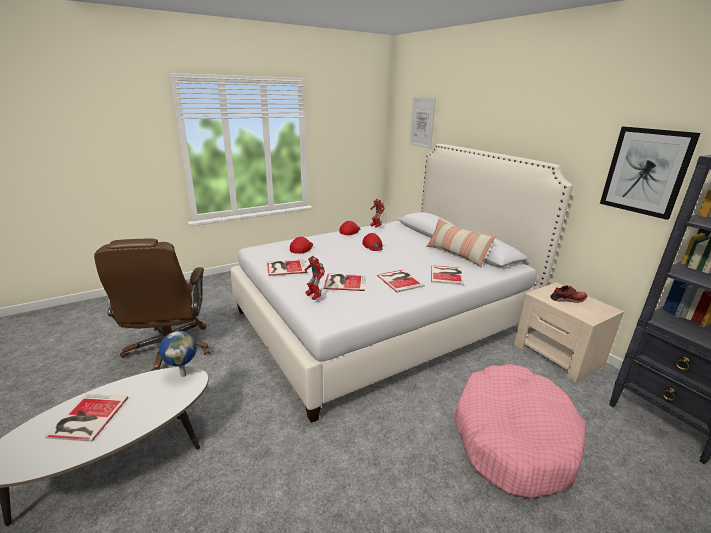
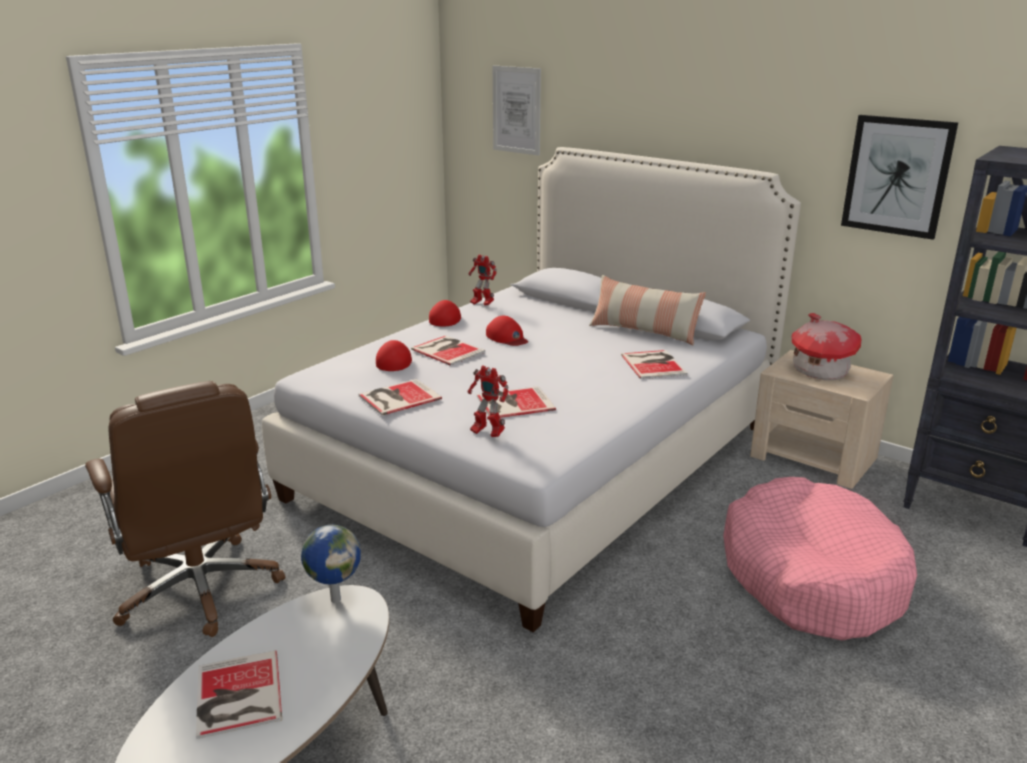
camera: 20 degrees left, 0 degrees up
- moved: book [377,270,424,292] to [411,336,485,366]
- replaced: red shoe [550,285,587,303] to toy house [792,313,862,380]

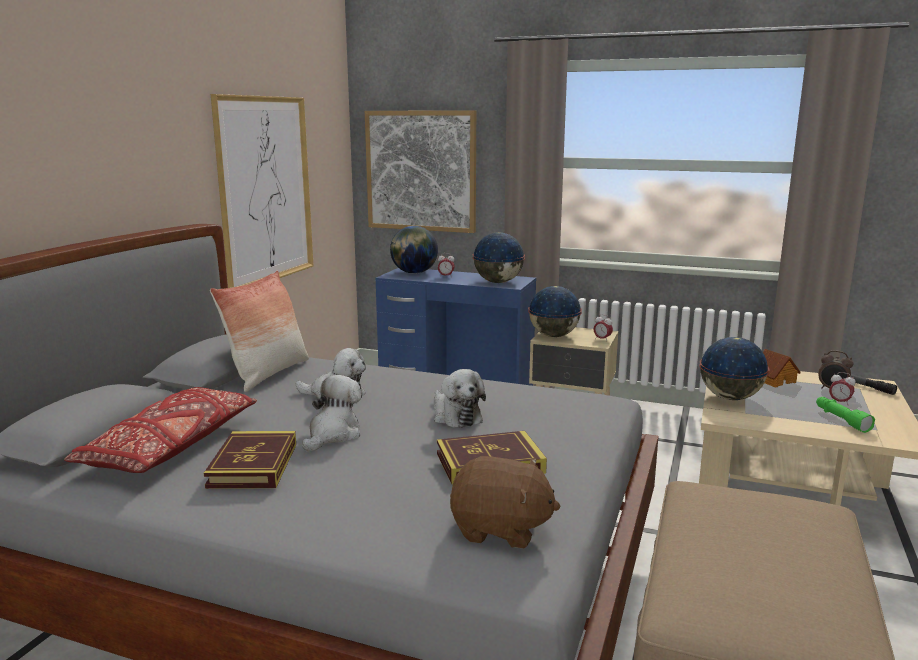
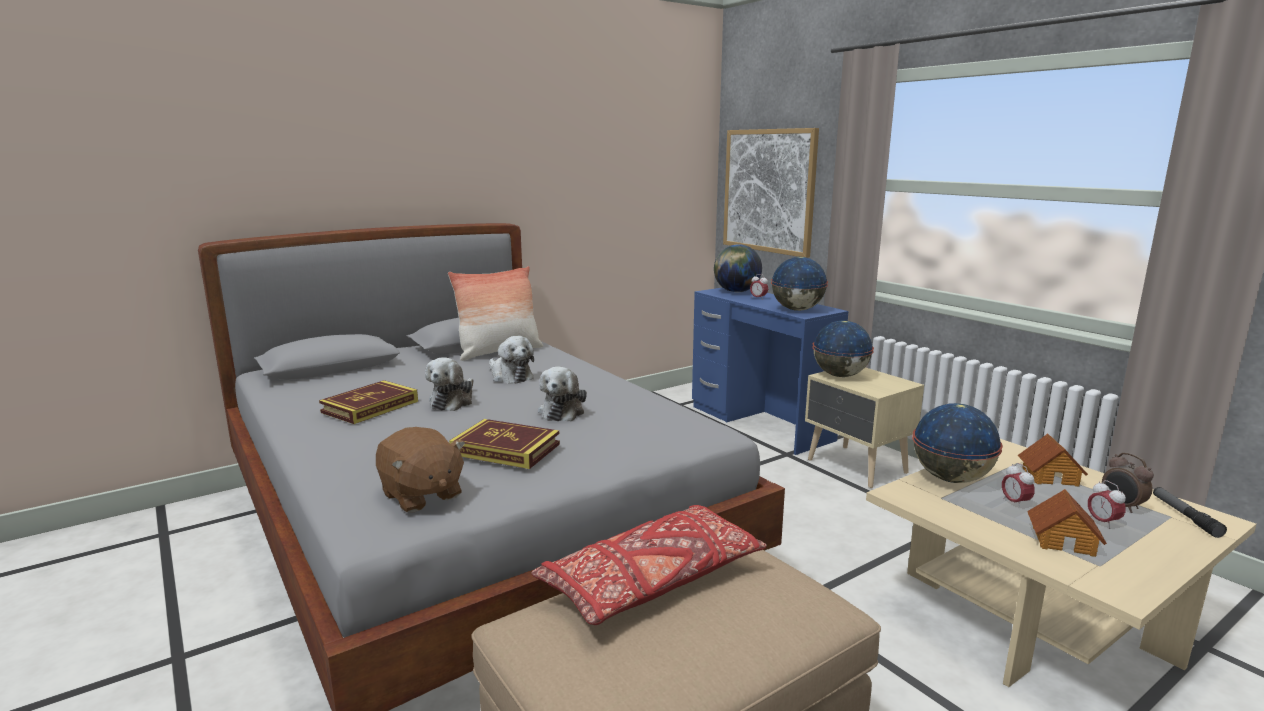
camera: 35 degrees right, 0 degrees up
- removed: picture [211,94,314,288]
- moved: red pillow [64,387,257,473] to [531,505,767,625]
- moved: alarm clock [594,314,613,341] to [1002,463,1035,509]
- replaced: green flashlight [816,397,875,433] to toy house [1027,489,1107,557]
- turned: plush toy [302,375,361,452] = [425,357,474,411] 135 degrees clockwise

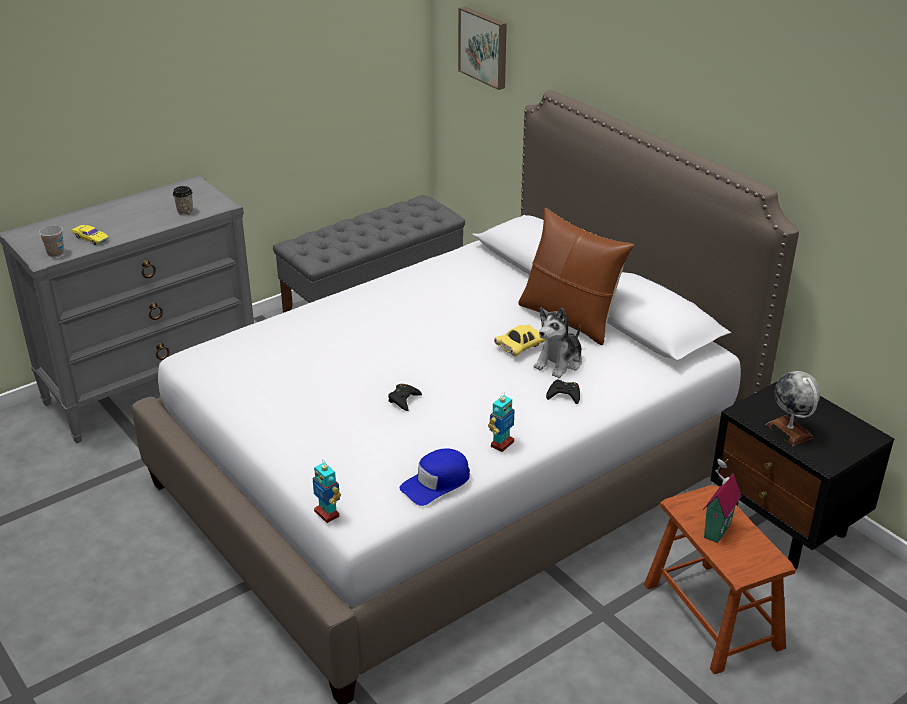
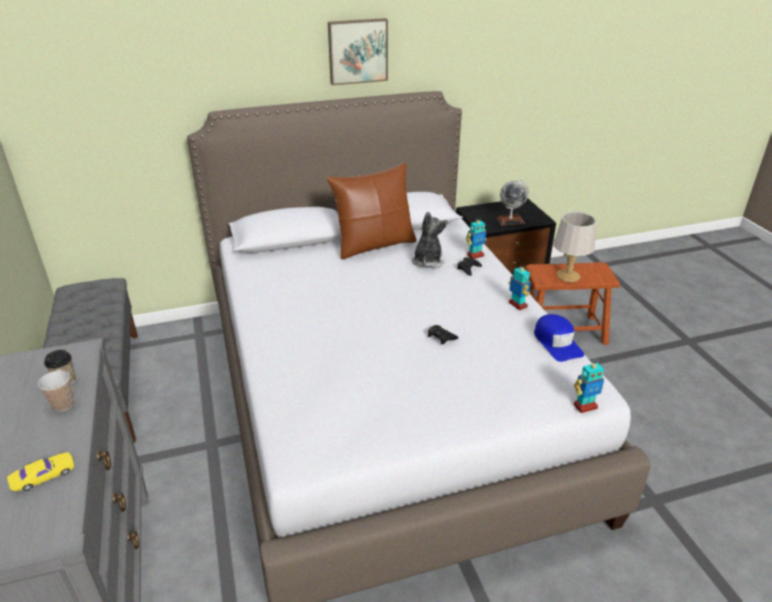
camera: 70 degrees left, 0 degrees up
- removed: yellow toy car [494,324,545,356]
- added: toy robot [466,217,487,259]
- moved: cup [39,225,64,257] to [38,370,74,411]
- moved: picture [458,6,507,90] to [328,18,388,85]
- replaced: toy house [703,459,741,543] to grey table lamp [553,212,596,282]
- turned: plush toy [534,308,582,378] = [412,212,448,268] 135 degrees counterclockwise

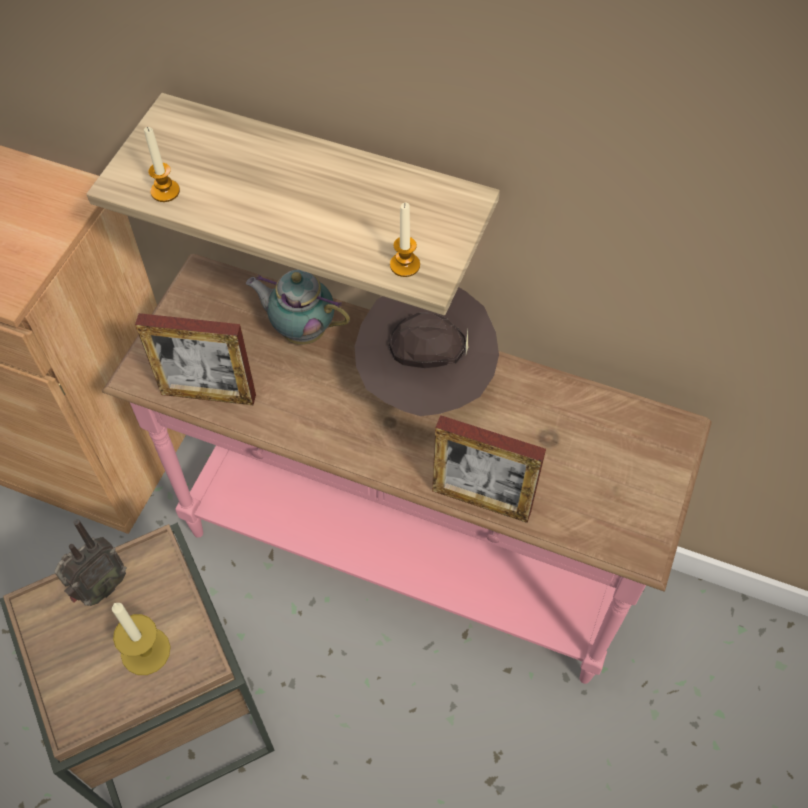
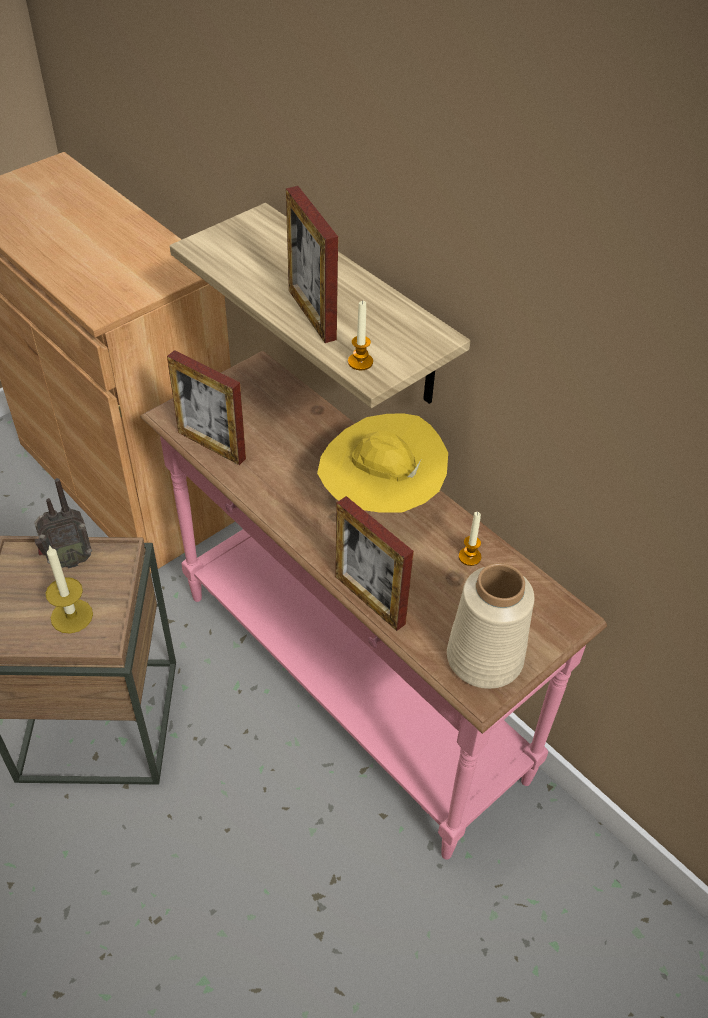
camera: 25 degrees right, 10 degrees down
- removed: teapot [246,270,350,345]
- added: picture frame [286,186,338,343]
- added: beige vase [447,563,534,689]
- moved: candle [144,127,180,202] to [459,512,481,566]
- recoloured: brown hat [354,287,499,416] to yellow hat [317,414,448,513]

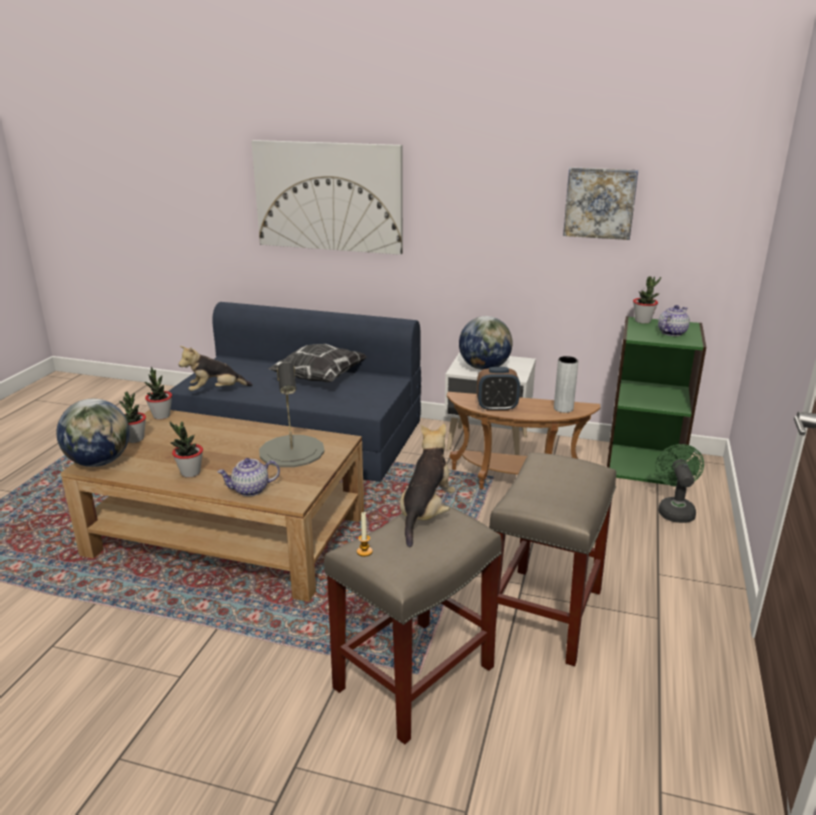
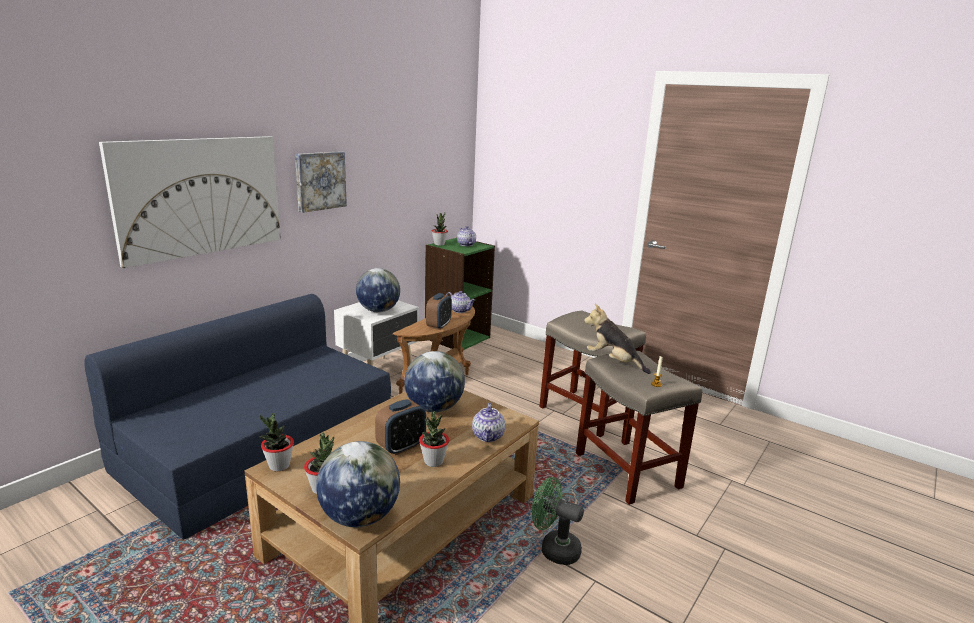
camera: 70 degrees left, 5 degrees down
- removed: plush toy [178,346,253,391]
- removed: pillow [268,344,367,382]
- added: alarm clock [375,399,426,455]
- moved: picture [563,167,638,240] to [295,151,347,213]
- moved: green fan [655,444,704,523] to [532,477,584,565]
- replaced: grey table lamp [259,362,325,467] to globe [404,351,465,413]
- replaced: grey vase [554,356,579,413] to teapot [446,291,475,313]

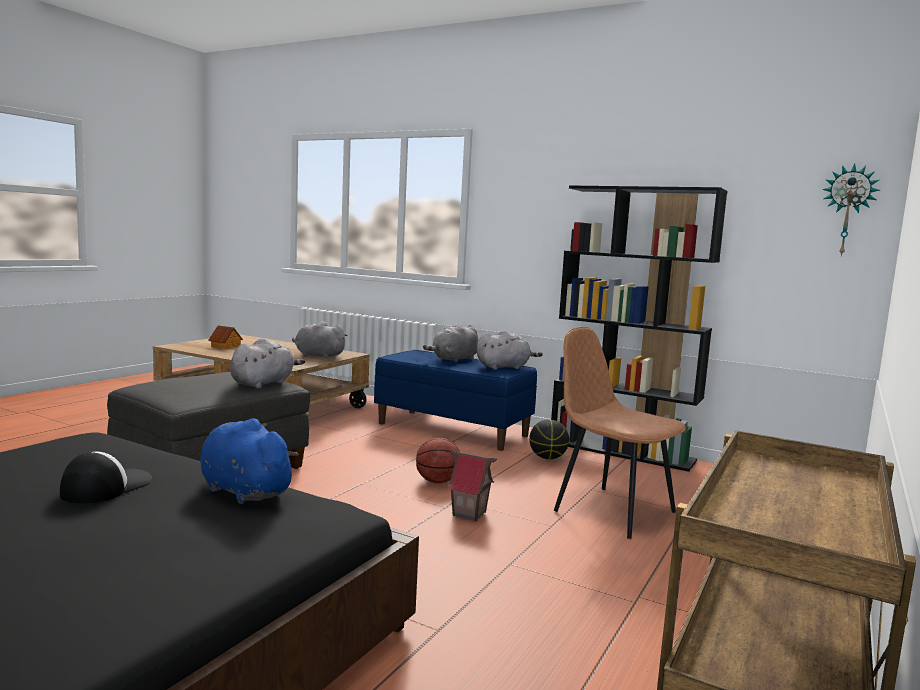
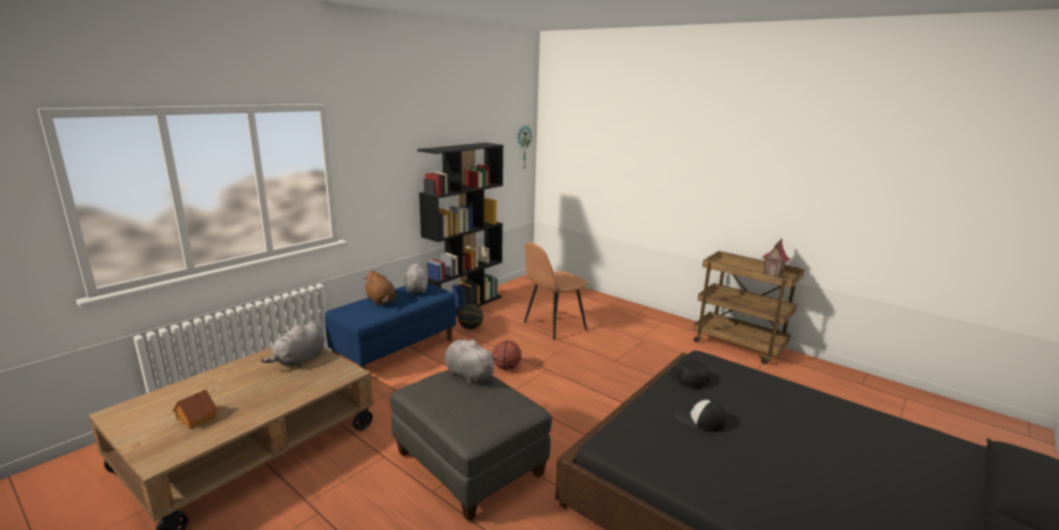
camera: 80 degrees left, 10 degrees up
- moved: toy house [447,449,497,521] to [762,238,790,277]
- replaced: blue plush toy [200,418,299,504] to black cap [669,360,709,389]
- recoloured: grey plush toy [423,323,479,362] to brown plush toy [364,270,396,305]

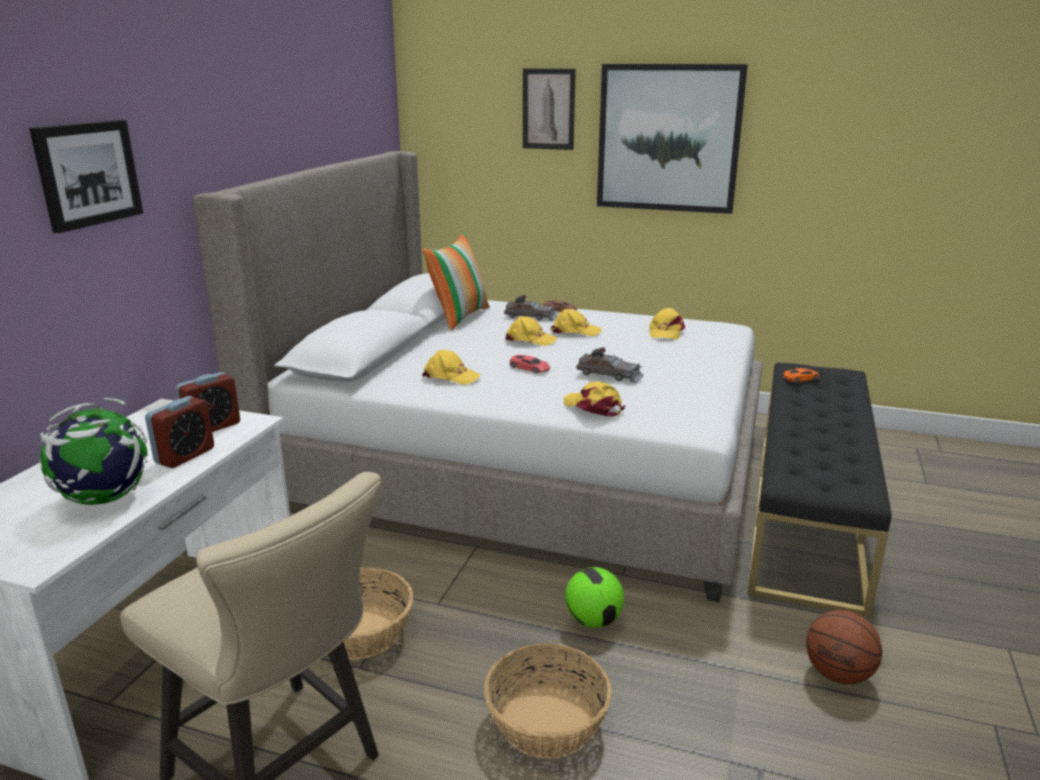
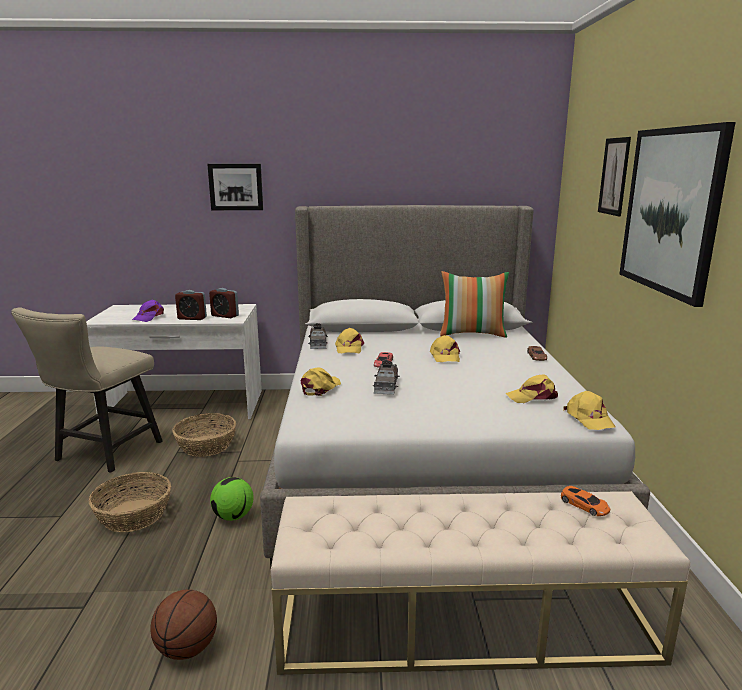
camera: 70 degrees right, 5 degrees down
- moved: grey toy car [504,295,558,321] to [308,323,328,349]
- moved: yellow cap [550,309,602,336] to [563,391,616,430]
- replaced: globe [40,398,148,505] to purple cap [132,300,164,322]
- recoloured: black bench [748,362,892,617] to beige bench [271,491,691,675]

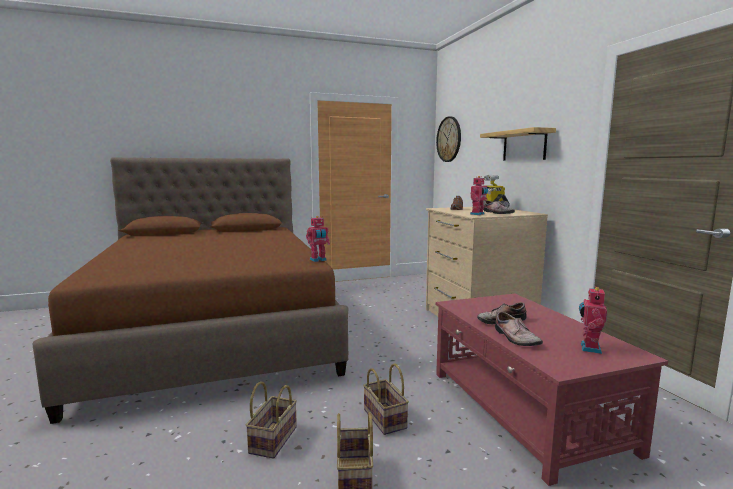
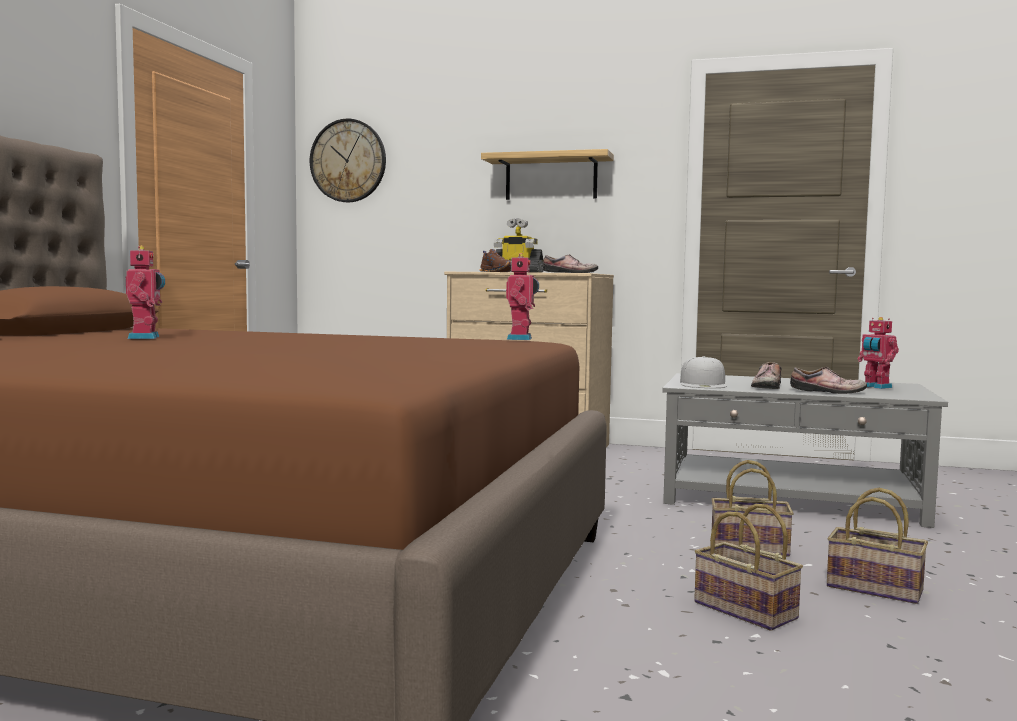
camera: 55 degrees left, 5 degrees down
- added: white cap [680,356,727,388]
- moved: toy robot [470,176,488,215] to [126,246,165,339]
- recoloured: red coffee table [436,294,668,486] to grey coffee table [662,373,948,528]

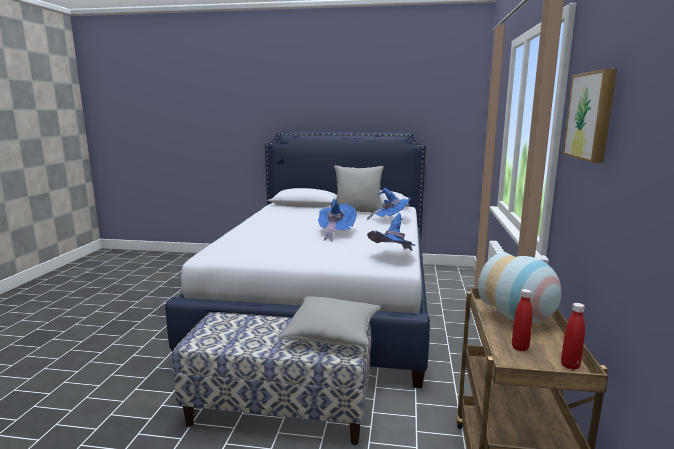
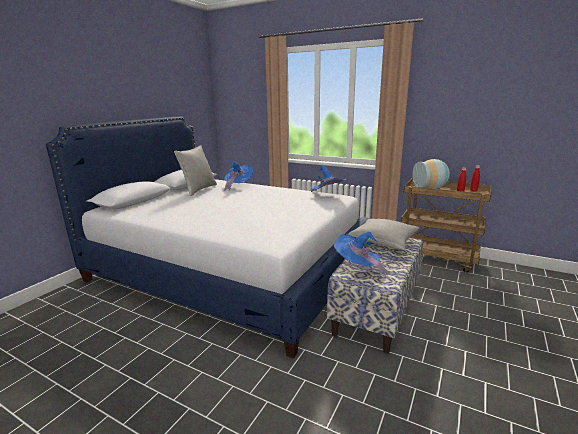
camera: 70 degrees left, 5 degrees up
- removed: picture [563,69,617,163]
- moved: blue hat [318,199,357,241] to [334,232,388,277]

